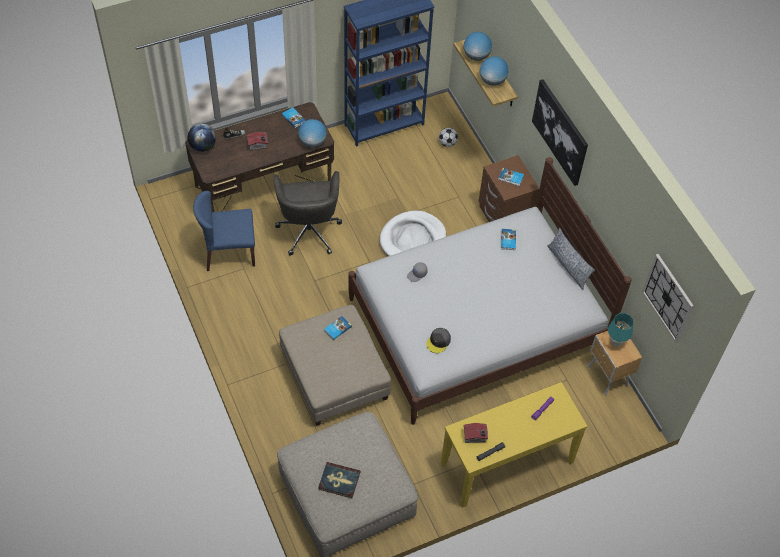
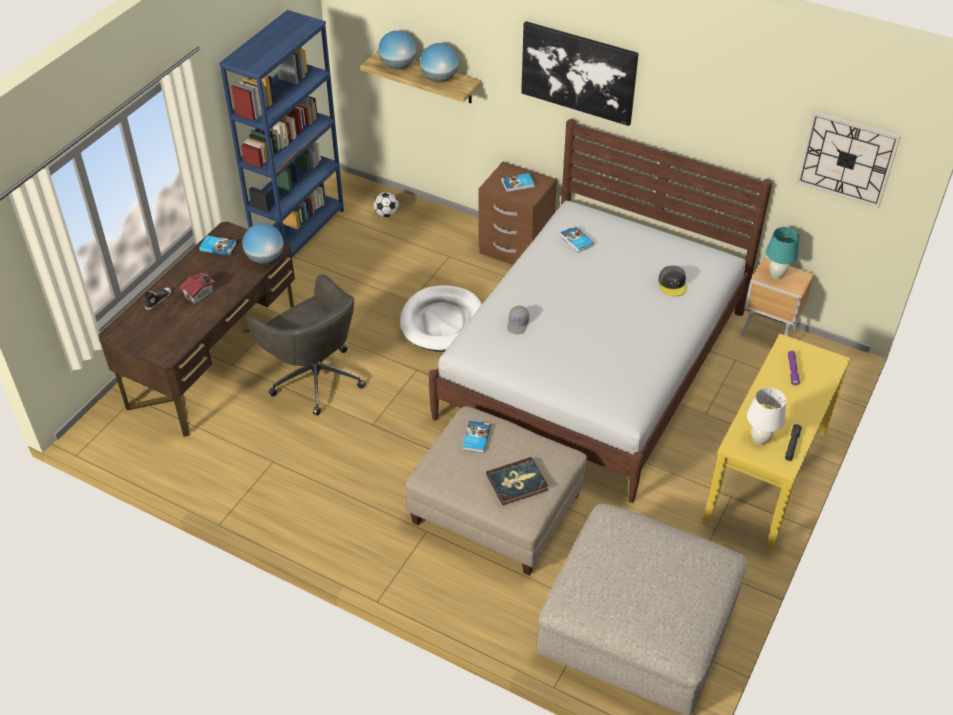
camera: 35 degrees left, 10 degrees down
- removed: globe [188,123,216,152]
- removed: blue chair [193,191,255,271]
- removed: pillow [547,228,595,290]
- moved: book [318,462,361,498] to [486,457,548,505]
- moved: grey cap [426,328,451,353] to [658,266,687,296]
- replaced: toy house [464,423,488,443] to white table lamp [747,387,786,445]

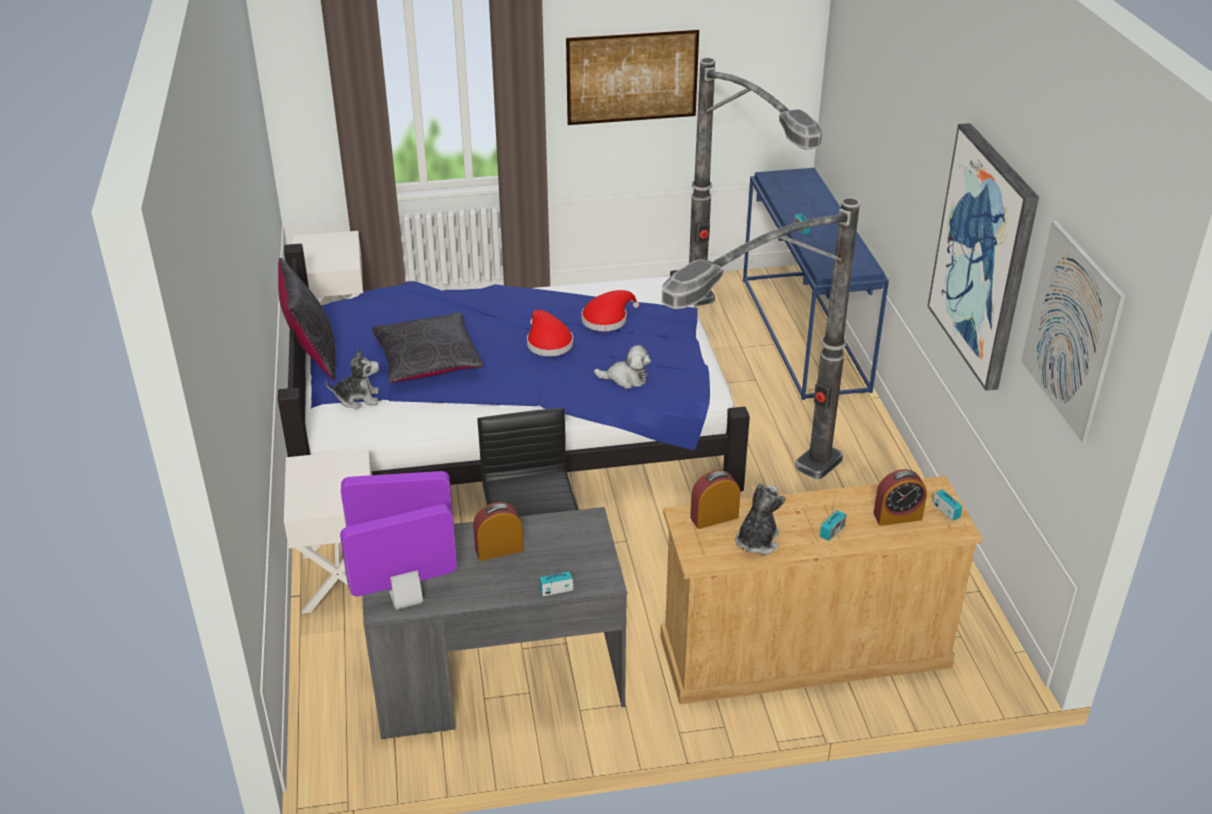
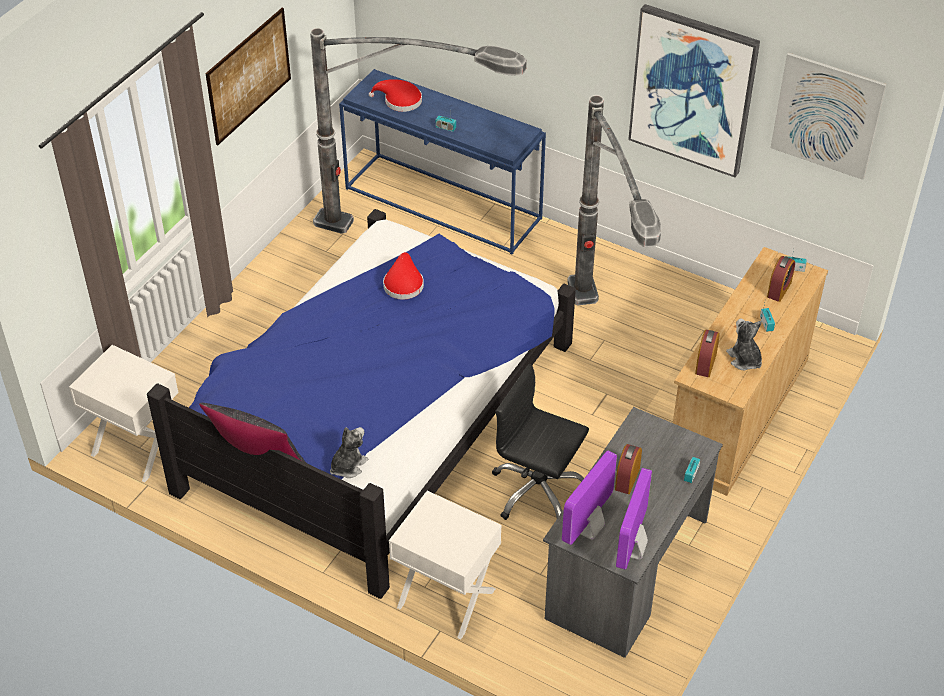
camera: 50 degrees left, 10 degrees up
- removed: black pillow [372,312,484,383]
- removed: plush toy [594,345,651,389]
- moved: red hat [527,310,573,356] to [369,79,422,112]

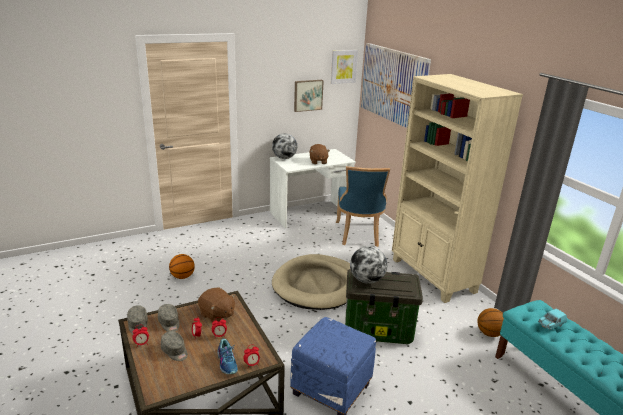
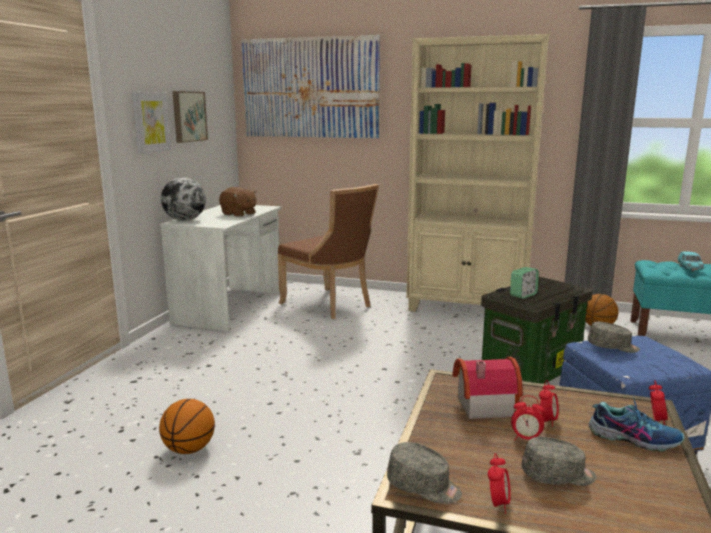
camera: 45 degrees left, 10 degrees down
- removed: beige dog bed [272,254,351,310]
- moved: grey cap [158,304,180,332] to [588,322,640,353]
- moved: picture [331,50,358,84] to [132,92,171,154]
- replaced: brown plush toy [198,287,235,322] to toy house [452,357,523,419]
- replaced: globe [350,246,387,284] to alarm clock [510,267,539,299]
- recoloured: blue chair [336,166,390,247] to brown chair [278,184,379,319]

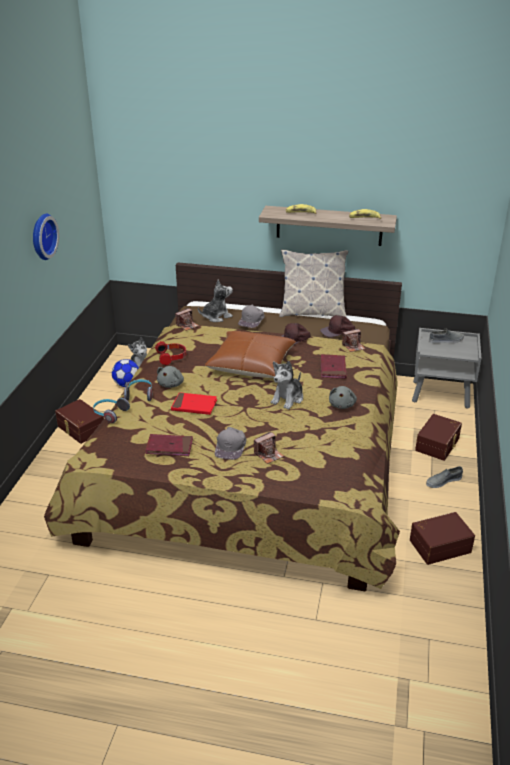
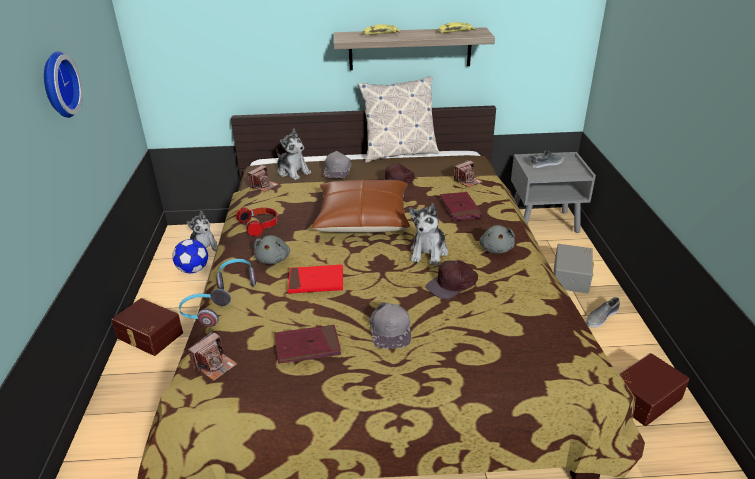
camera: 15 degrees left, 0 degrees up
- moved: photo camera [254,431,284,464] to [188,332,237,381]
- moved: brown cap [320,315,355,337] to [426,260,478,299]
- recoloured: brown storage box [415,414,462,461] to grey storage box [554,244,594,294]
- turned: plush toy [198,280,233,322] = [276,129,311,180] 90 degrees clockwise

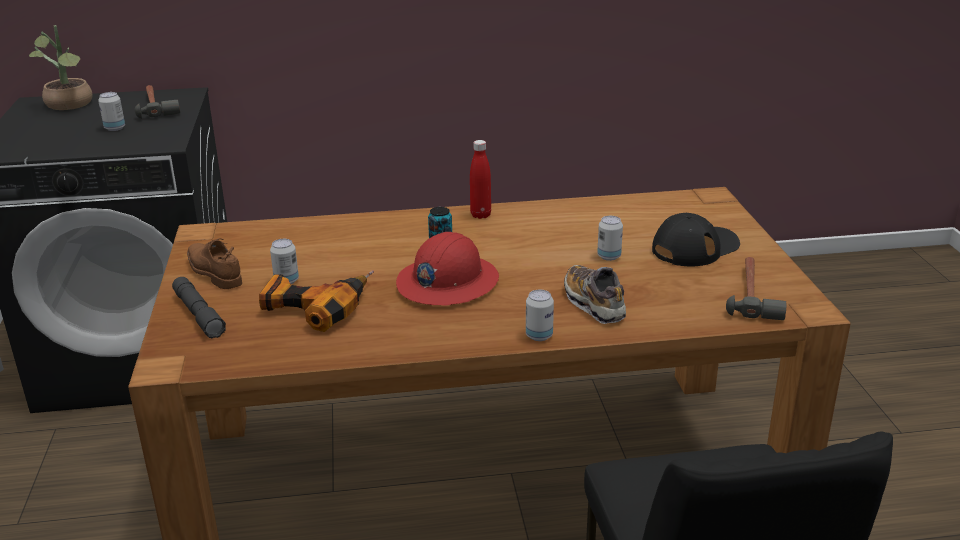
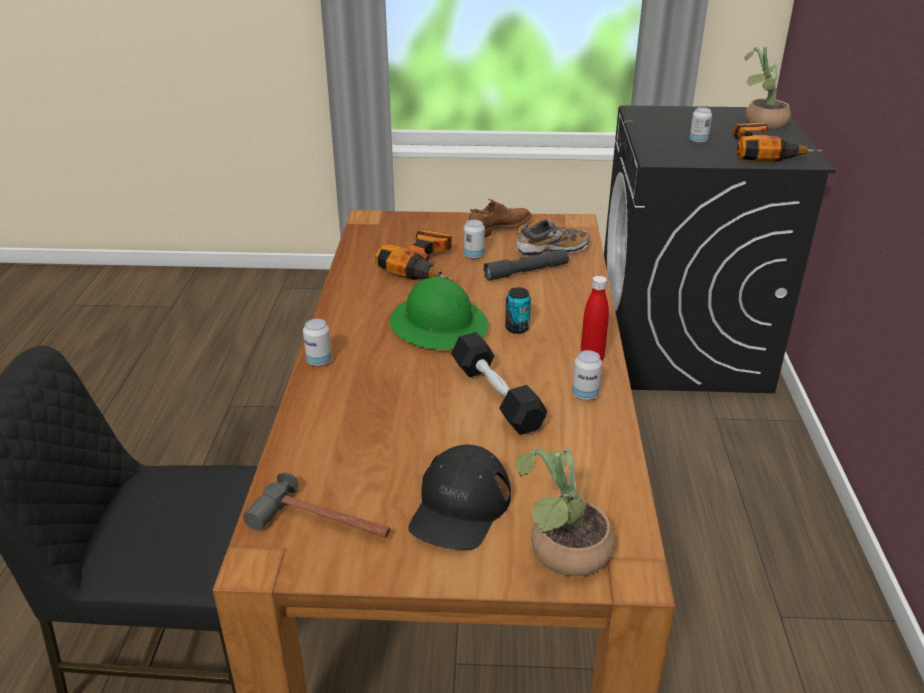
camera: 100 degrees right, 5 degrees up
- added: black dumbbell [451,332,547,435]
- added: potted plant [516,447,615,576]
- moved: grey flashlight [172,277,226,338] to [483,249,569,281]
- moved: shoe [564,265,626,324] to [516,219,589,256]
- moved: can [597,216,623,261] to [572,350,602,401]
- replaced: hammer [135,85,180,119] to power drill [733,123,822,162]
- recoloured: red hard hat [396,232,499,305] to green hard hat [390,277,489,350]
- turned: black cap [652,213,740,266] = [408,445,511,550] 45 degrees clockwise

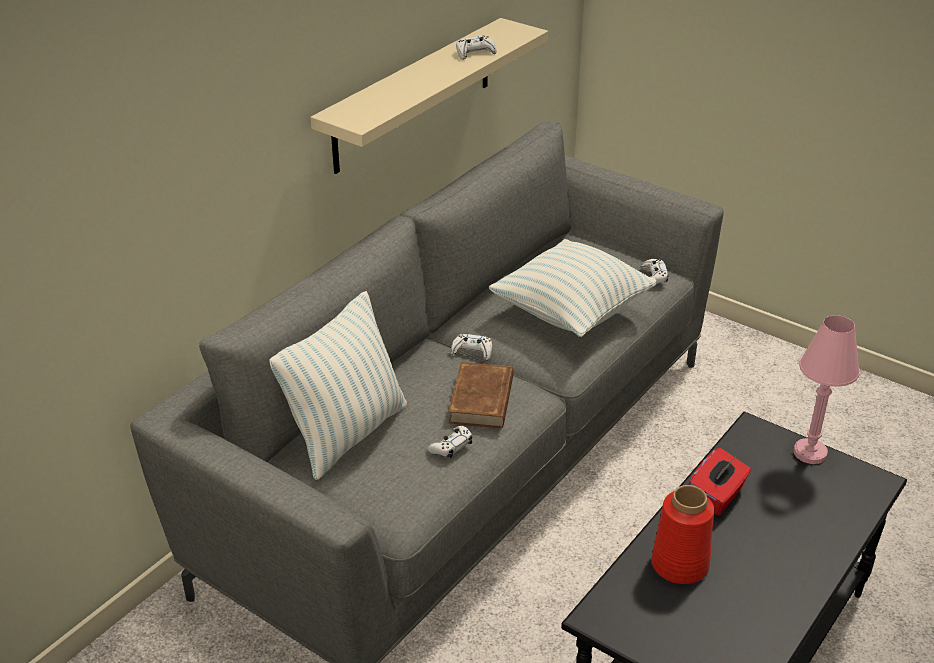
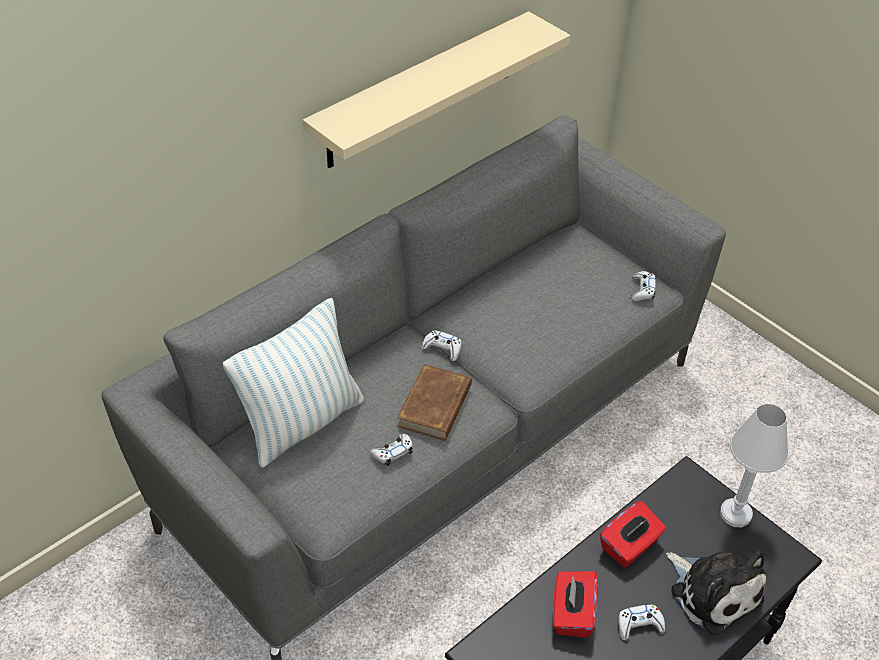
camera: 10 degrees right, 10 degrees up
- removed: pillow [489,239,657,337]
- added: plush toy [666,550,766,635]
- moved: white game controller [456,36,497,60] to [618,604,665,640]
- replaced: red vase [651,485,714,584] to red tissue box [553,571,598,638]
- recoloured: pink table lamp [794,315,860,464] to white table lamp [720,404,789,527]

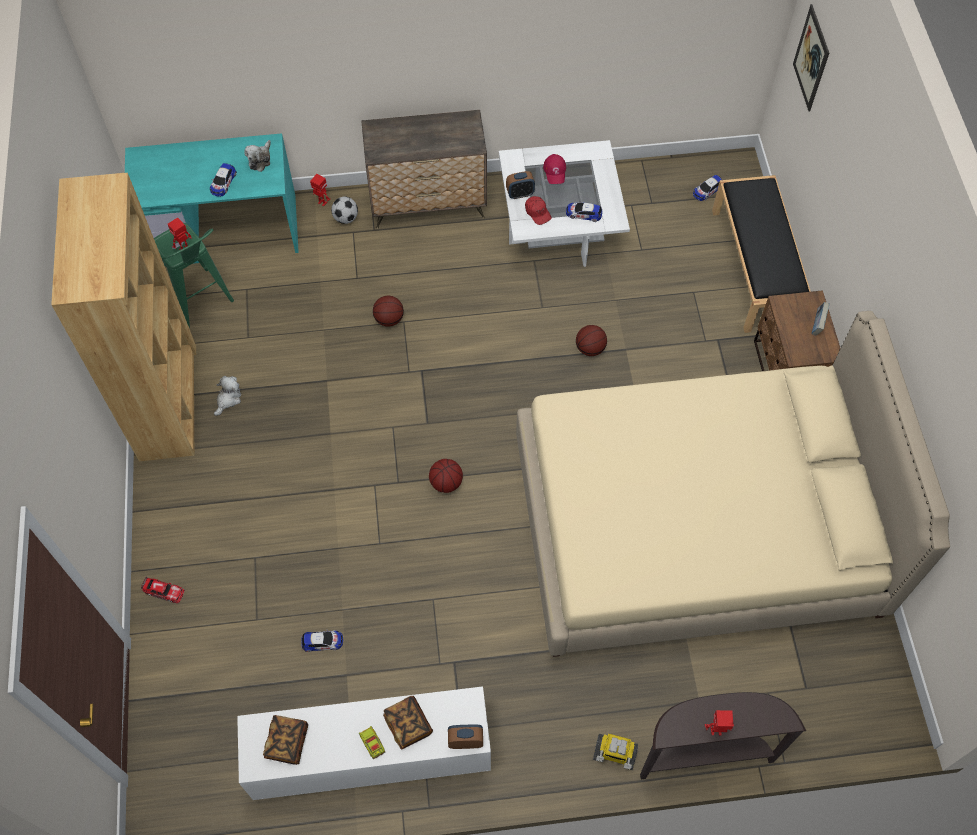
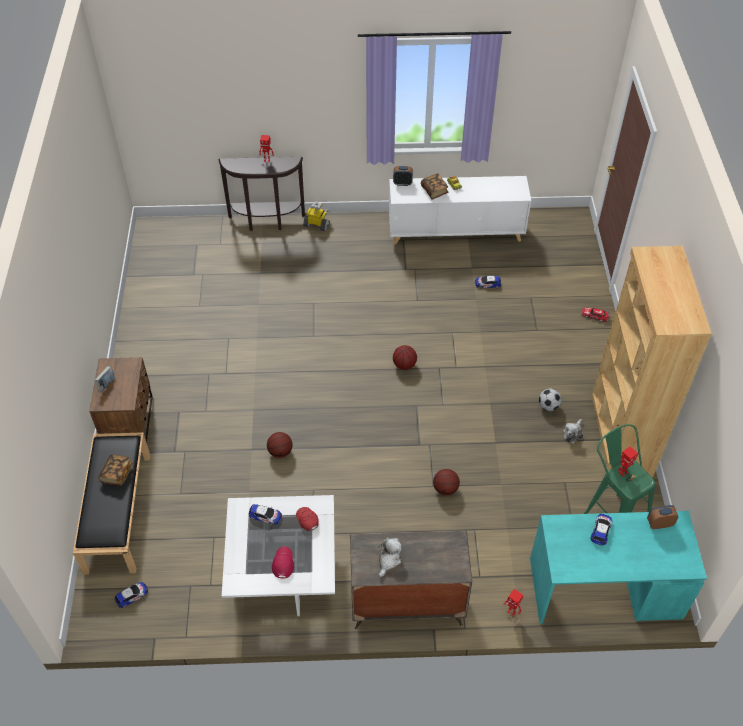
camera: 175 degrees left, 10 degrees down
- removed: beige bed [516,311,950,657]
- removed: picture [793,4,829,111]
- moved: plush toy [244,140,271,172] to [378,538,402,577]
- moved: book [263,715,308,765] to [98,454,133,486]
- moved: football [331,197,358,224] to [539,389,561,411]
- moved: alarm clock [506,171,535,199] to [647,505,678,529]

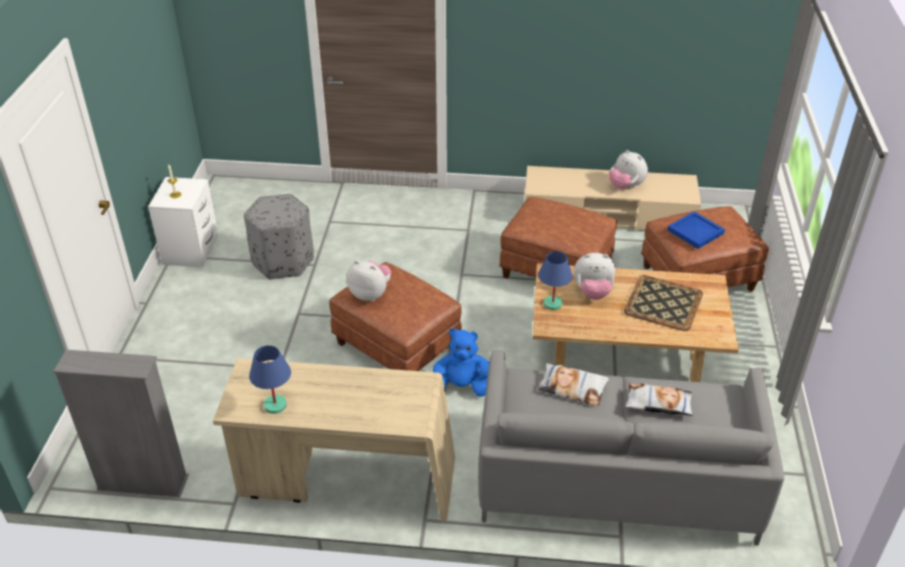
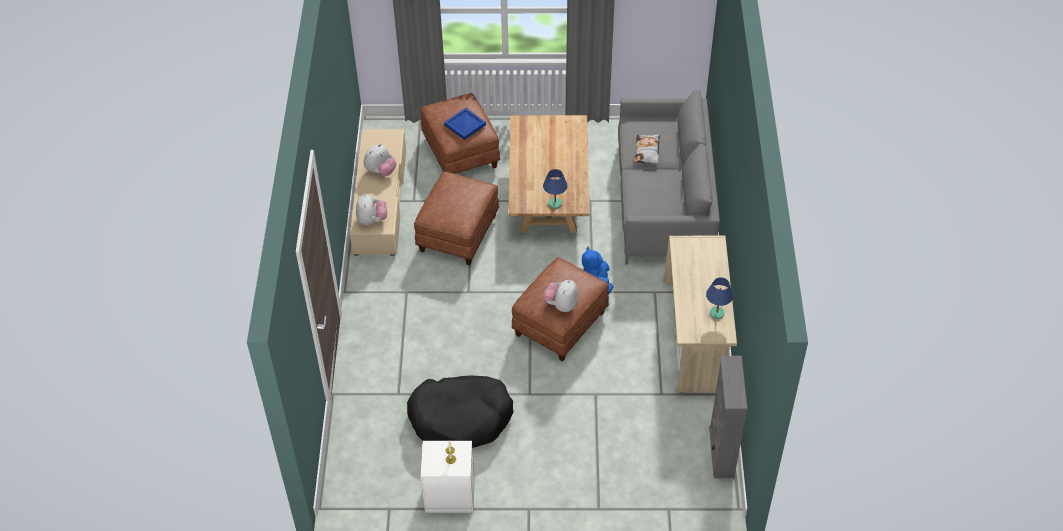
camera: 95 degrees left, 10 degrees up
- removed: pillow [538,363,609,406]
- removed: tray [624,275,703,331]
- moved: plush toy [574,253,615,300] to [356,194,387,225]
- replaced: grey ottoman [244,194,314,280] to black dog bed [407,376,513,448]

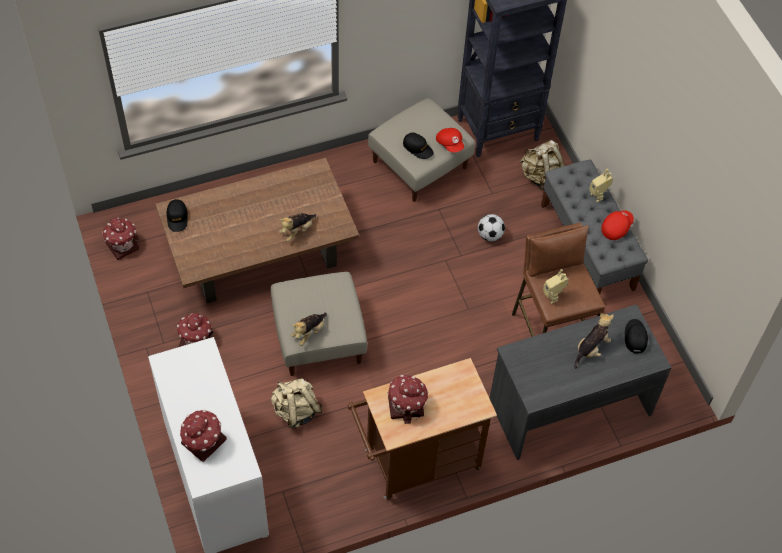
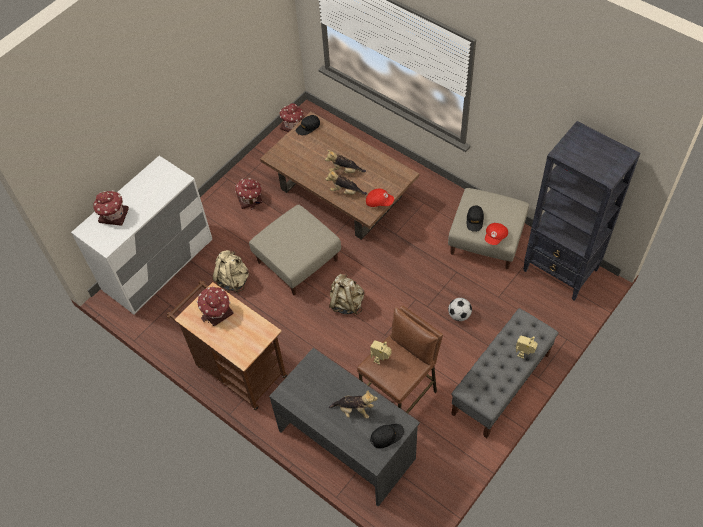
camera: 65 degrees right, 0 degrees up
- moved: plush toy [291,312,327,346] to [325,150,366,173]
- moved: beige backpack [519,140,565,190] to [329,274,364,315]
- moved: red cap [601,210,634,240] to [366,189,394,207]

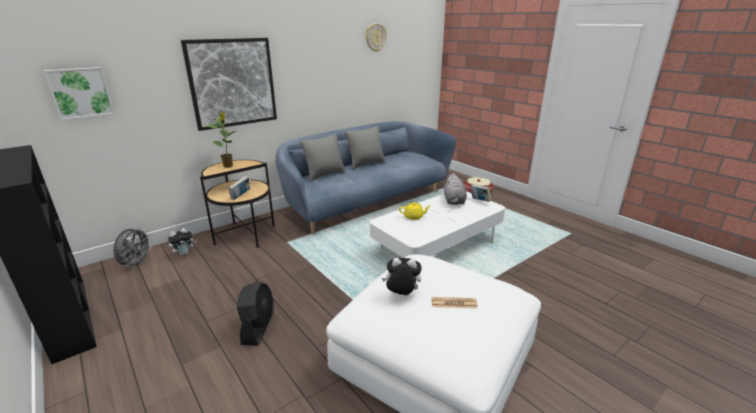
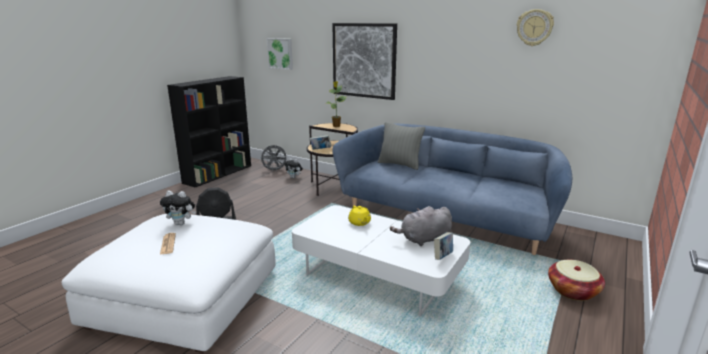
camera: 70 degrees right, 5 degrees down
- removed: grey pillow [345,126,386,169]
- turned: plush toy [382,258,422,296] = [160,191,196,225] 105 degrees clockwise

